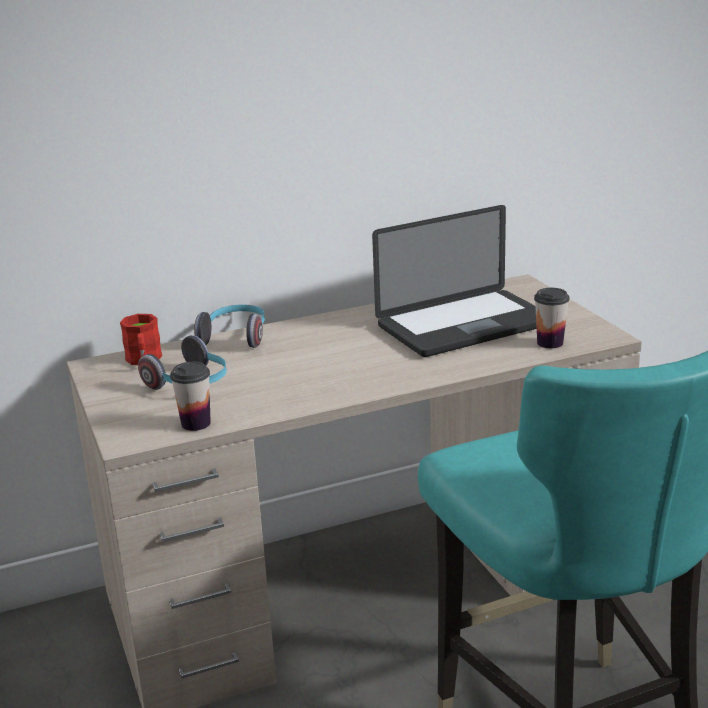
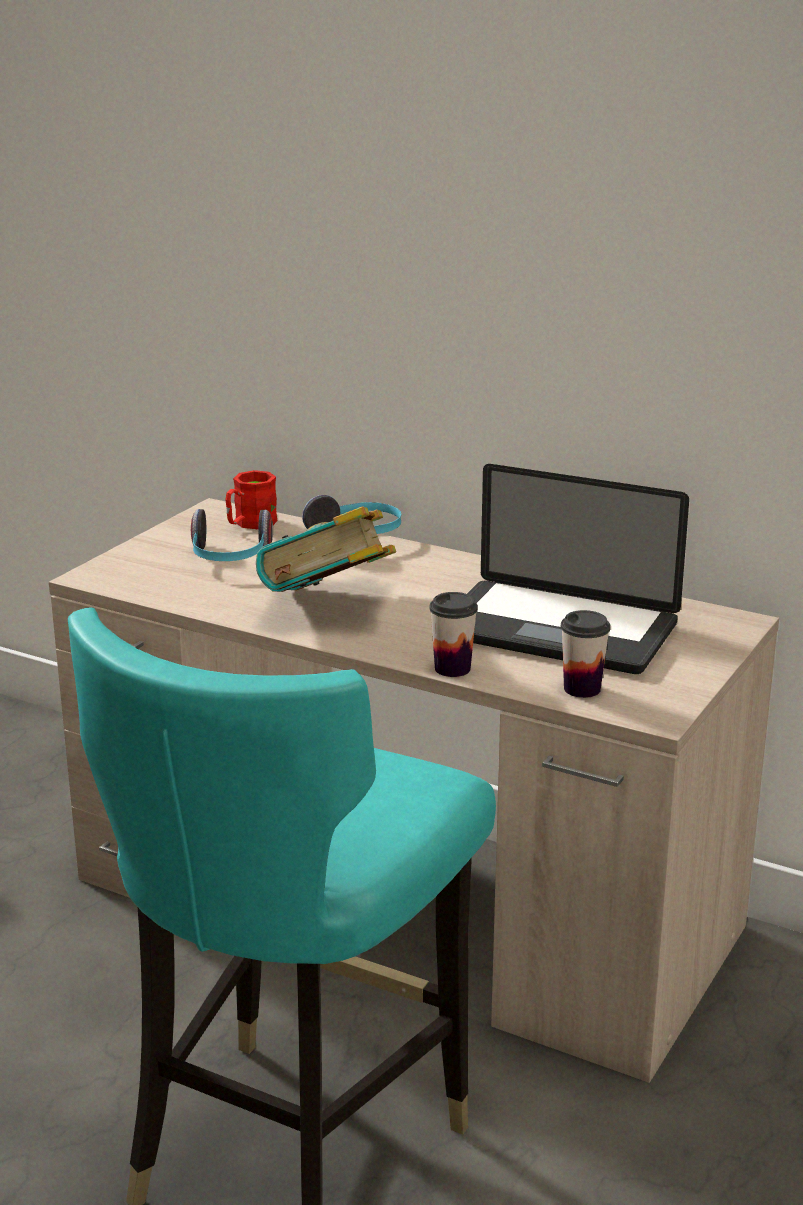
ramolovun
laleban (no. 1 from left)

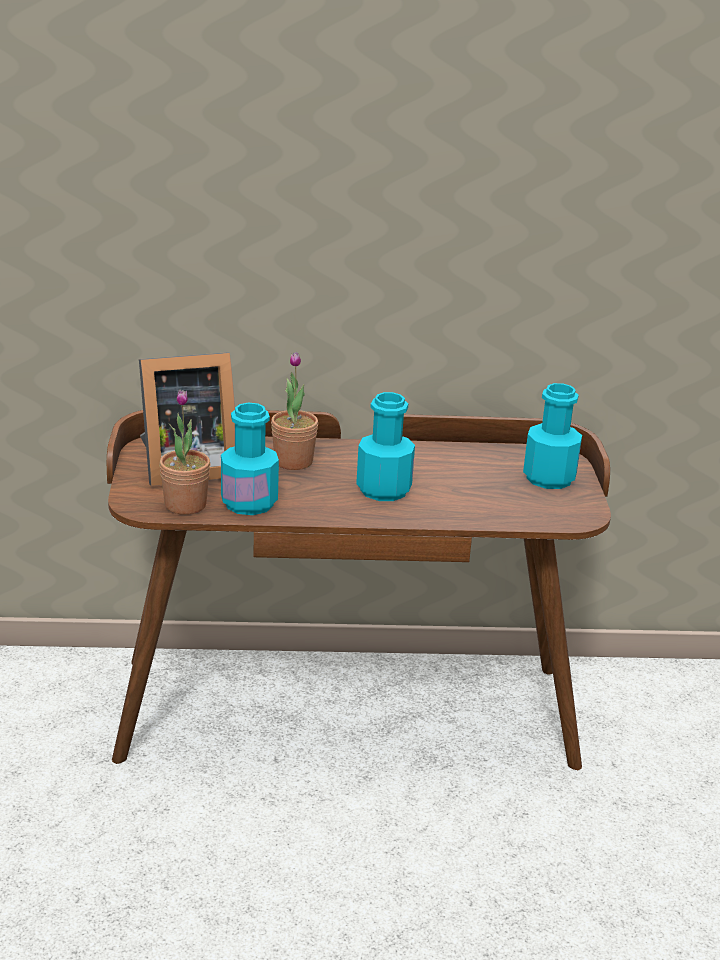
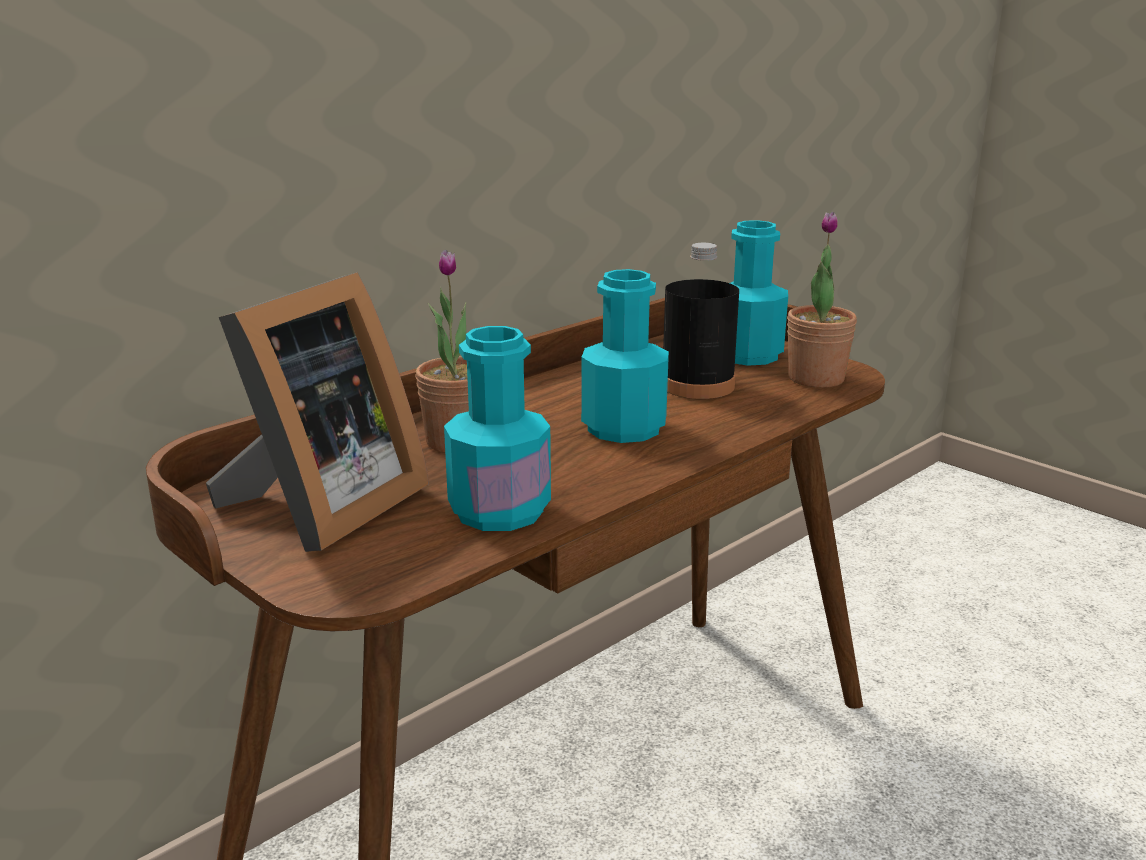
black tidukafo
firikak (no. 2 from left)

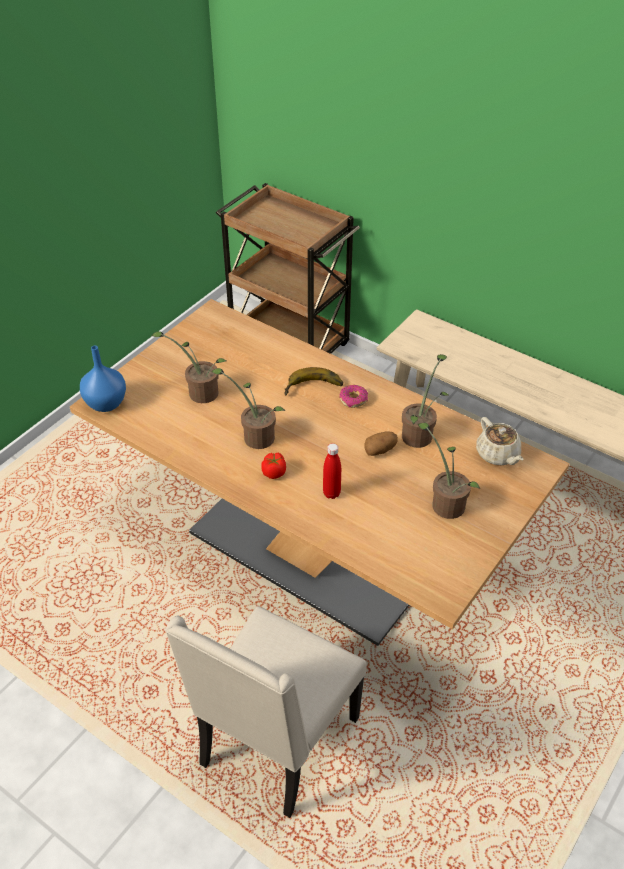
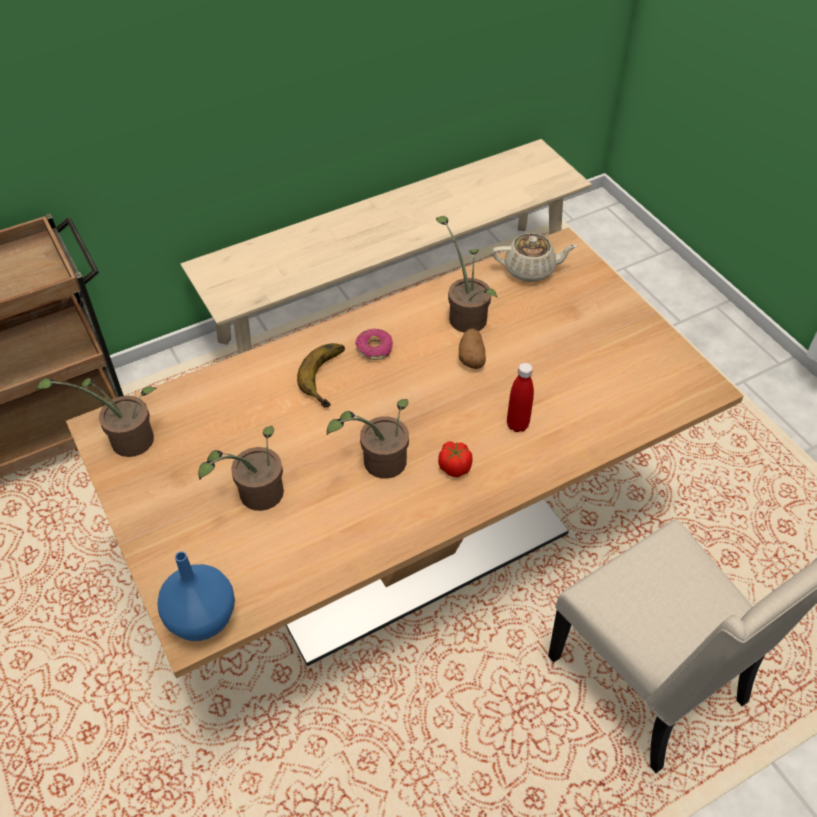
firikak (no. 1 from left)

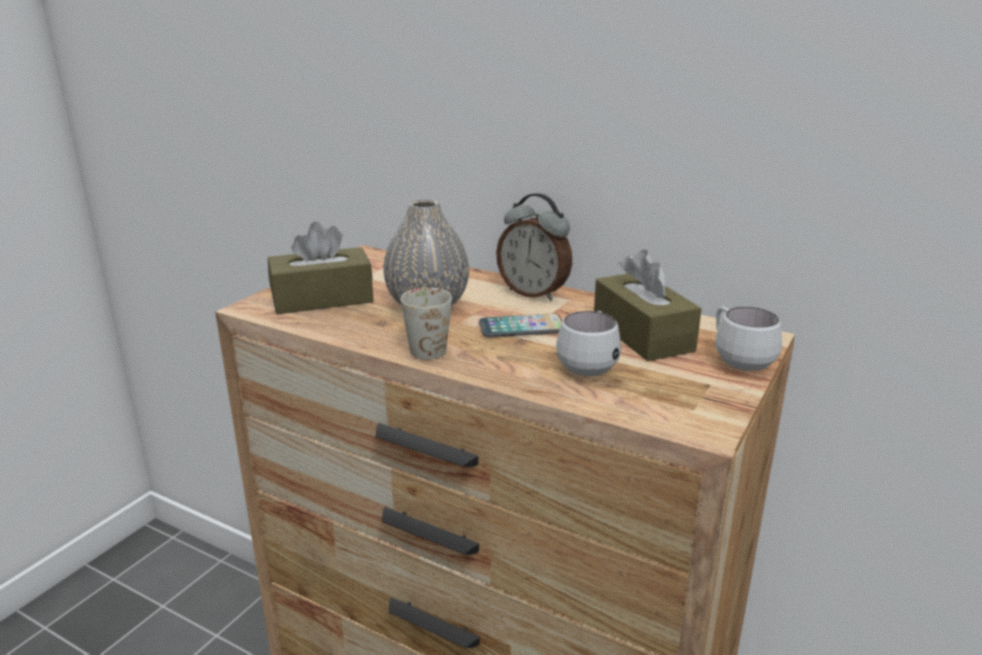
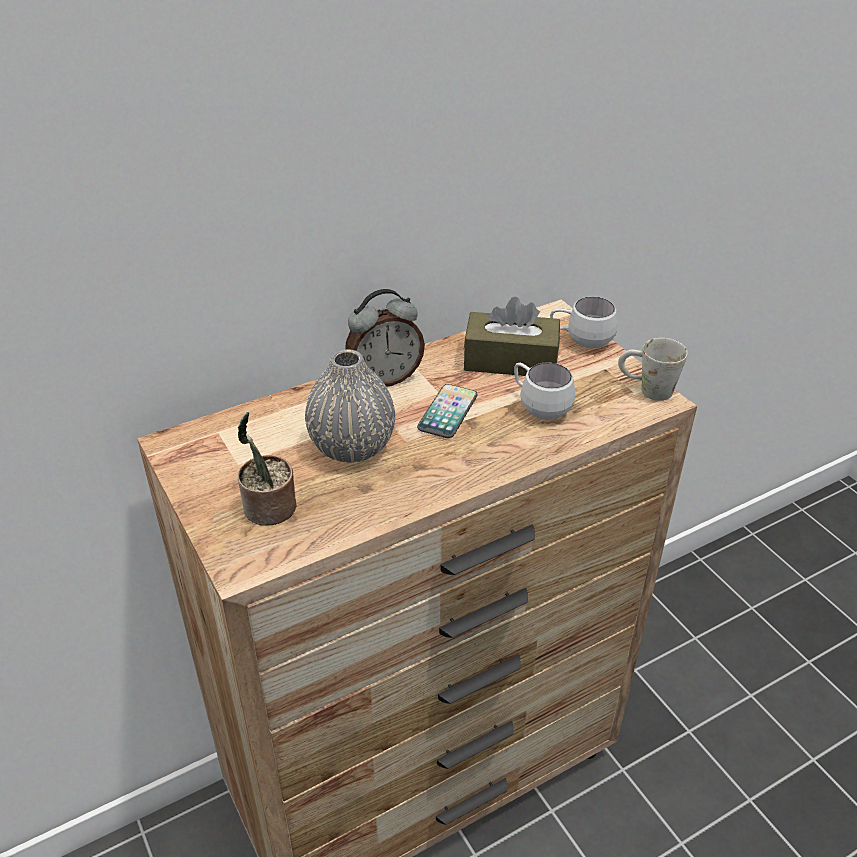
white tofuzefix (no. 3 from left)
firikak

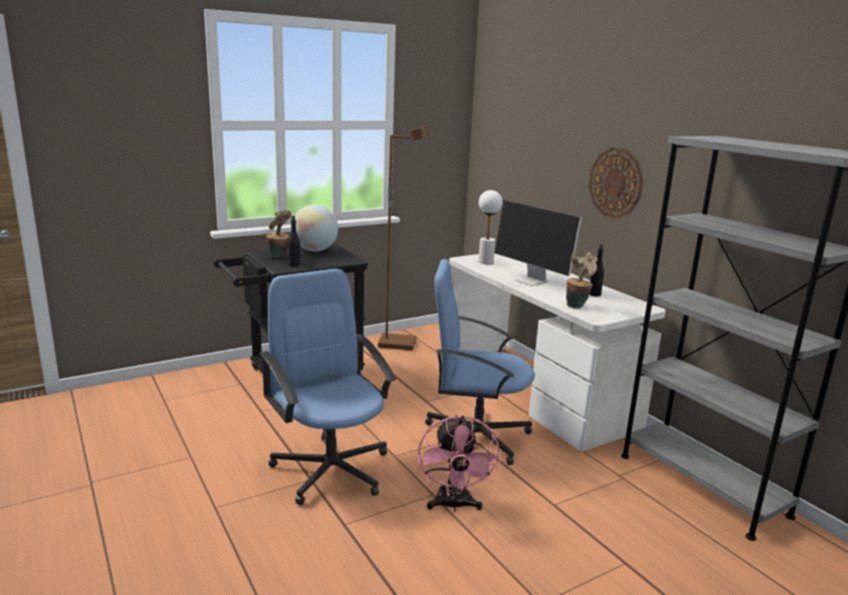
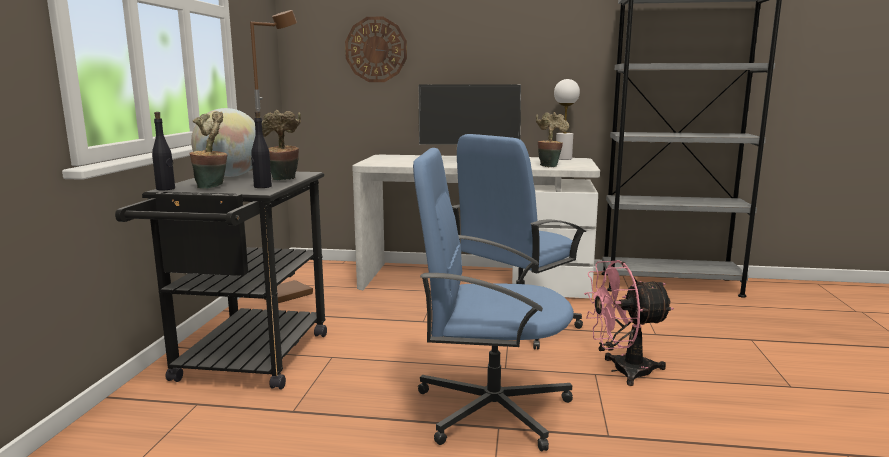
firikak (no. 2 from left)
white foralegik
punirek
black tidukafo (no. 1 from left)
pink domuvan

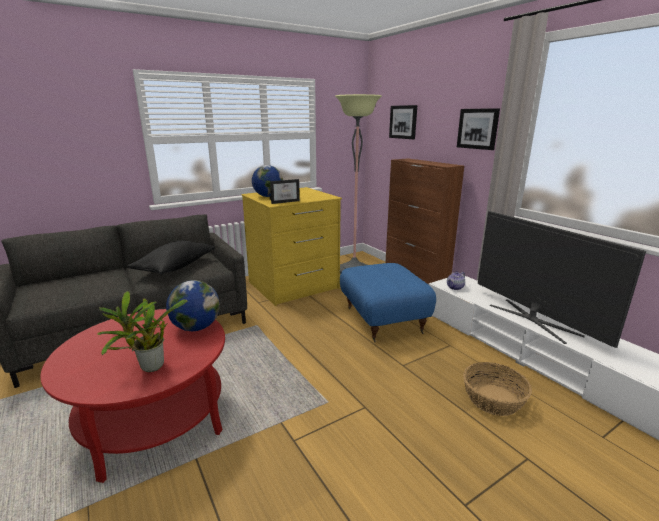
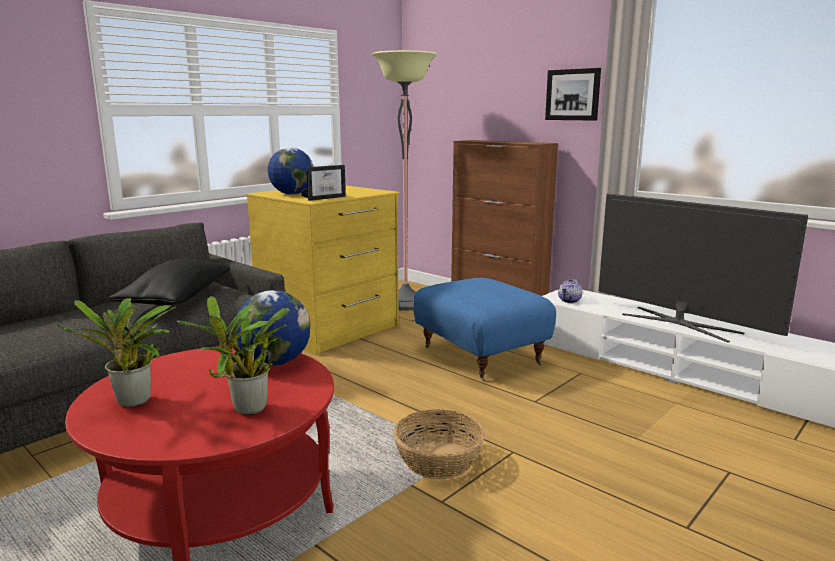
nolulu (no. 1 from left in the first image)
firikak (no. 1 from left)
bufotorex

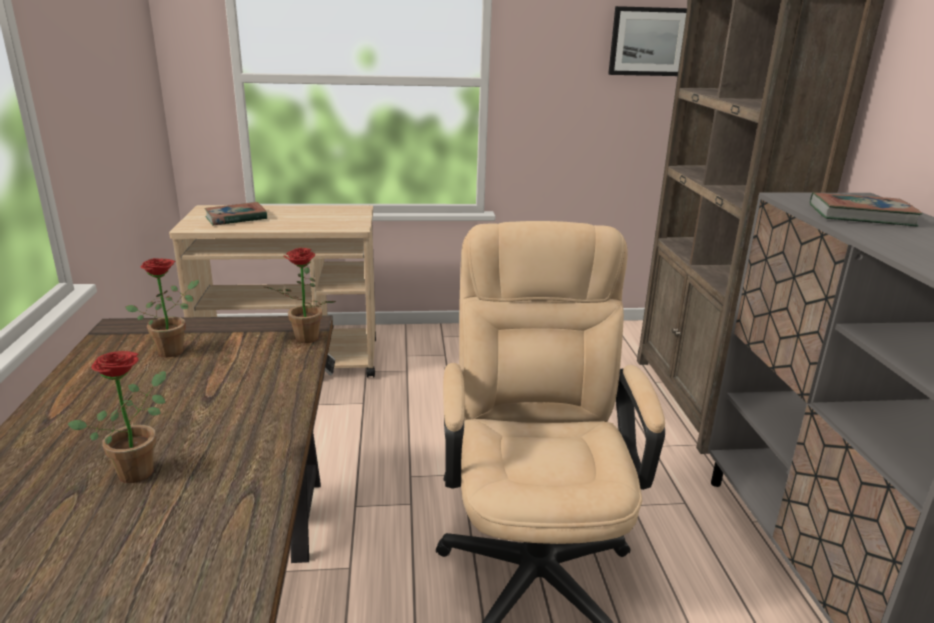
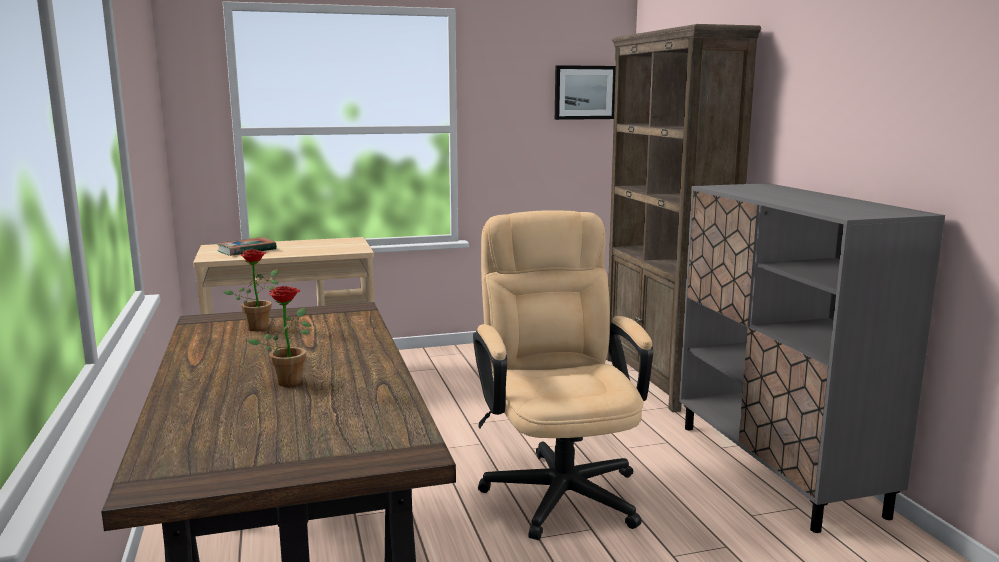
firikak (no. 3 from left in the first image)
ramolovun (no. 2 from left in the first image)

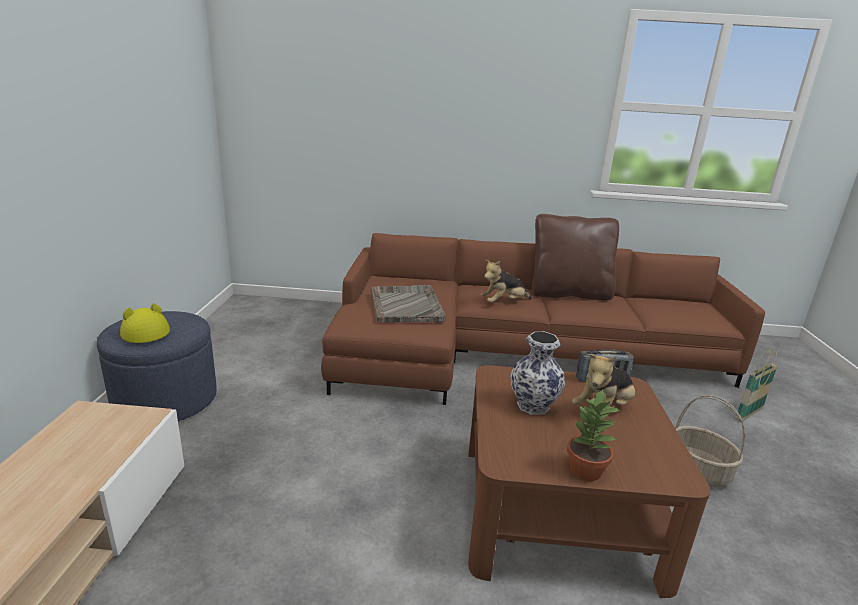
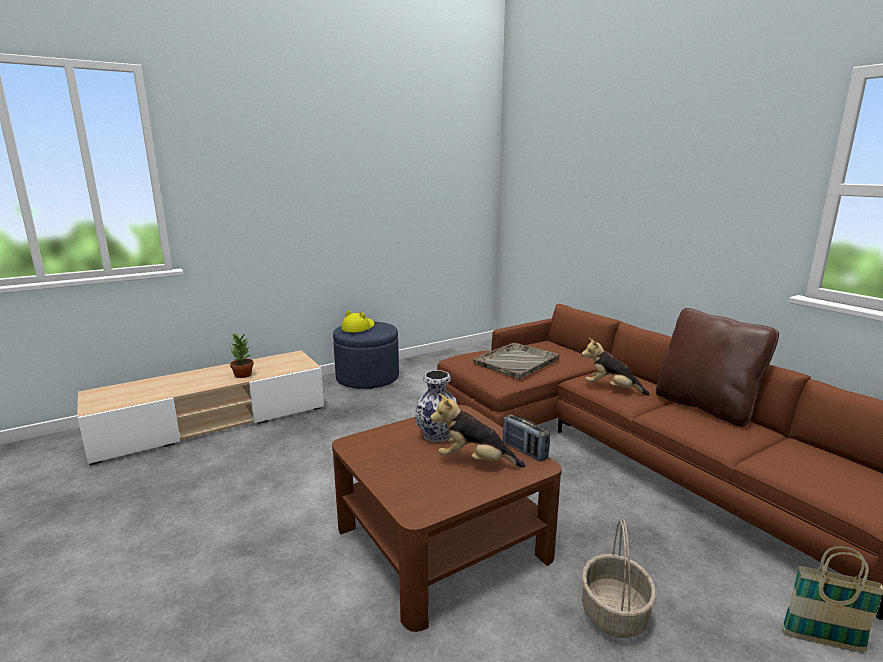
firikak

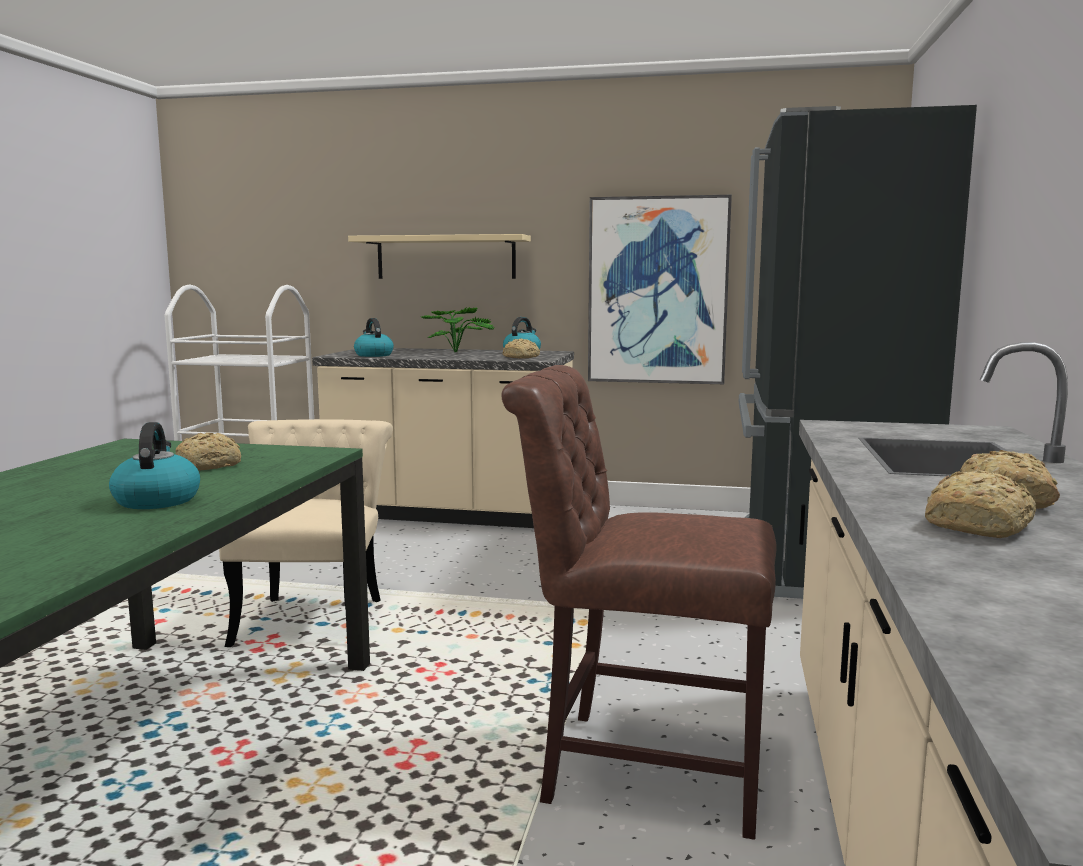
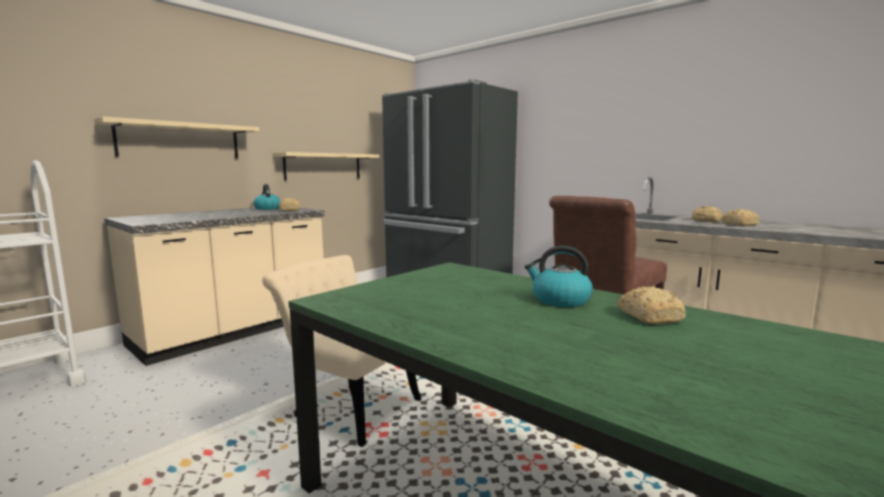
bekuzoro (no. 2 from left in the first image)
firikak
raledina (no. 2 from left)
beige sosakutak (no. 2 from left)

